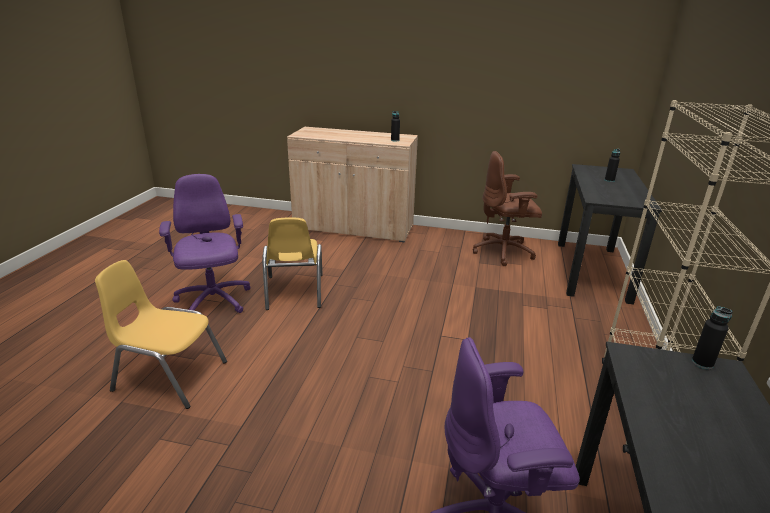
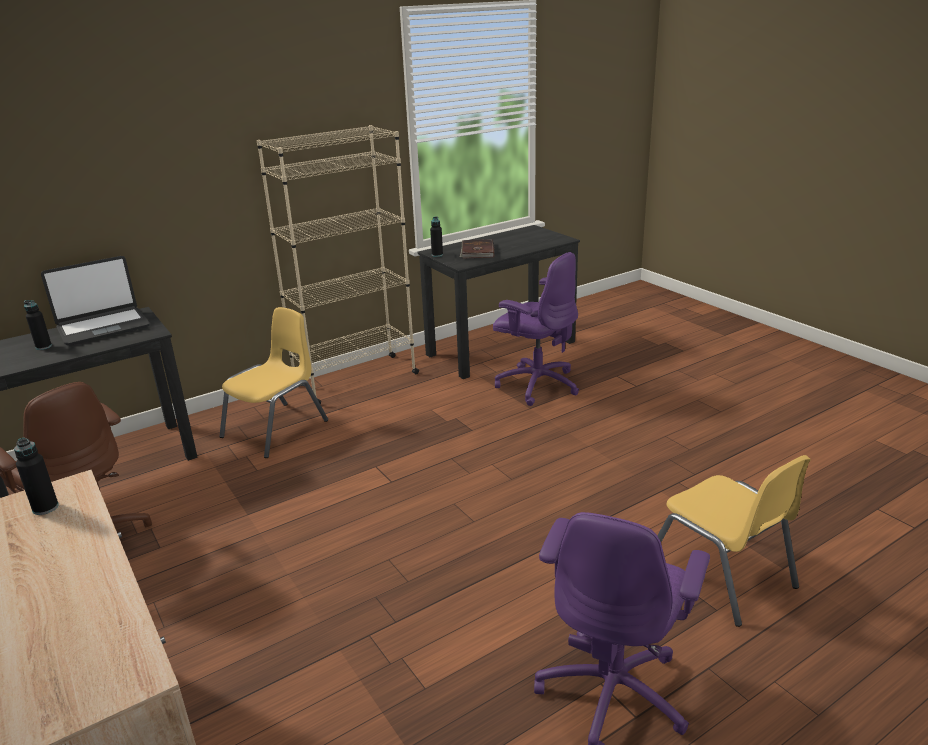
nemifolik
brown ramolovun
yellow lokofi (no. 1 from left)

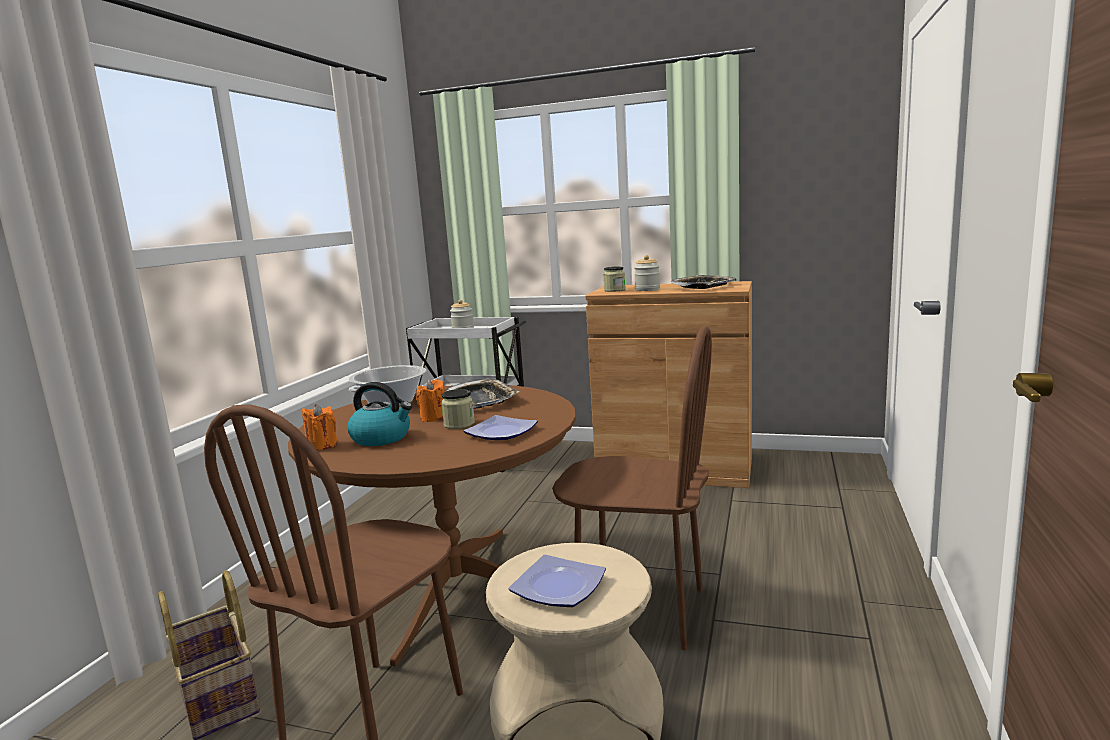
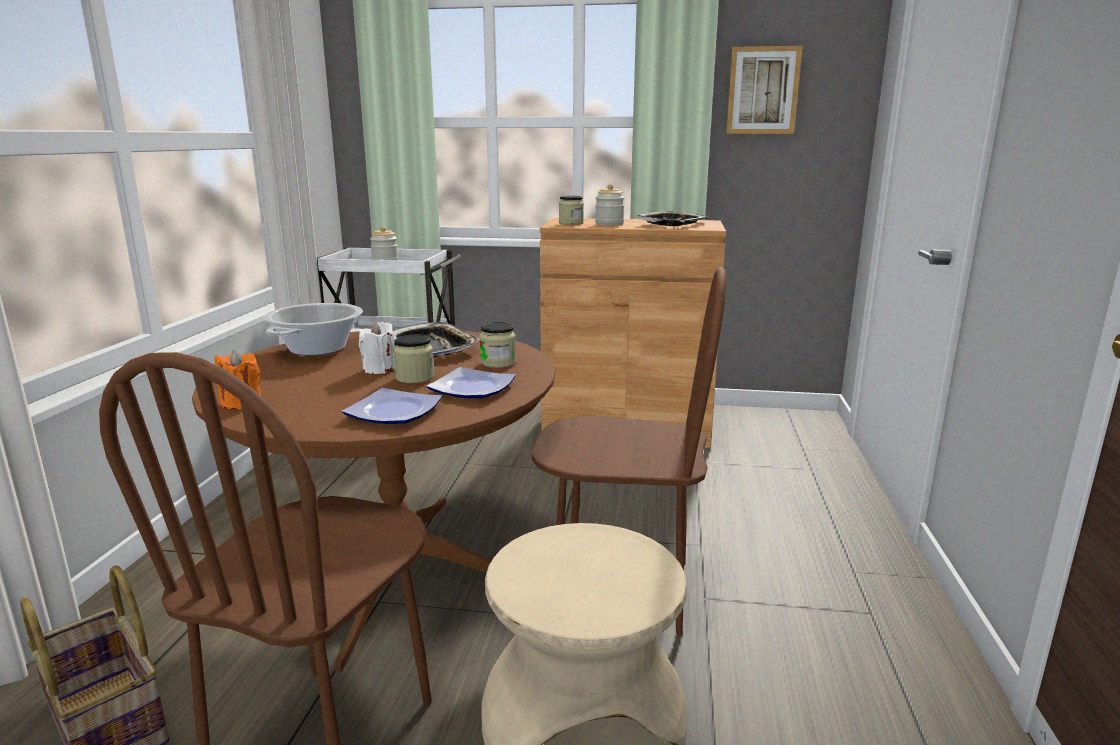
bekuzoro
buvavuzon (no. 3 from left)
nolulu
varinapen (no. 1 from left)
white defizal

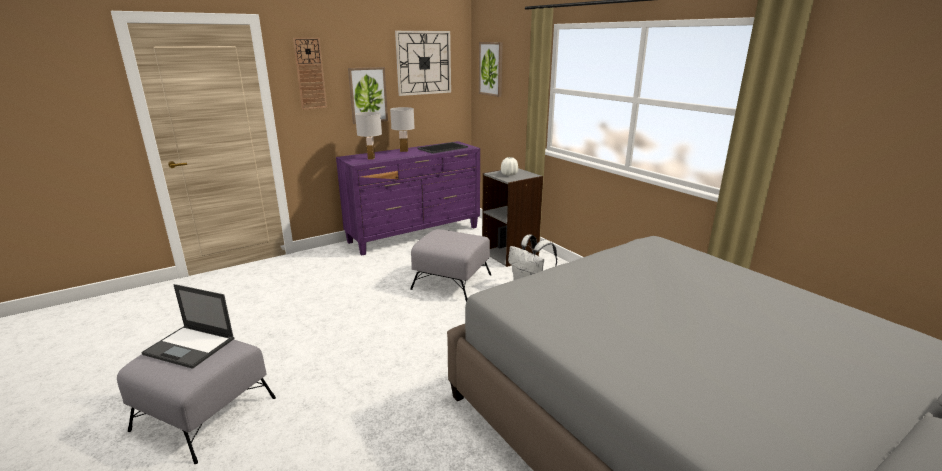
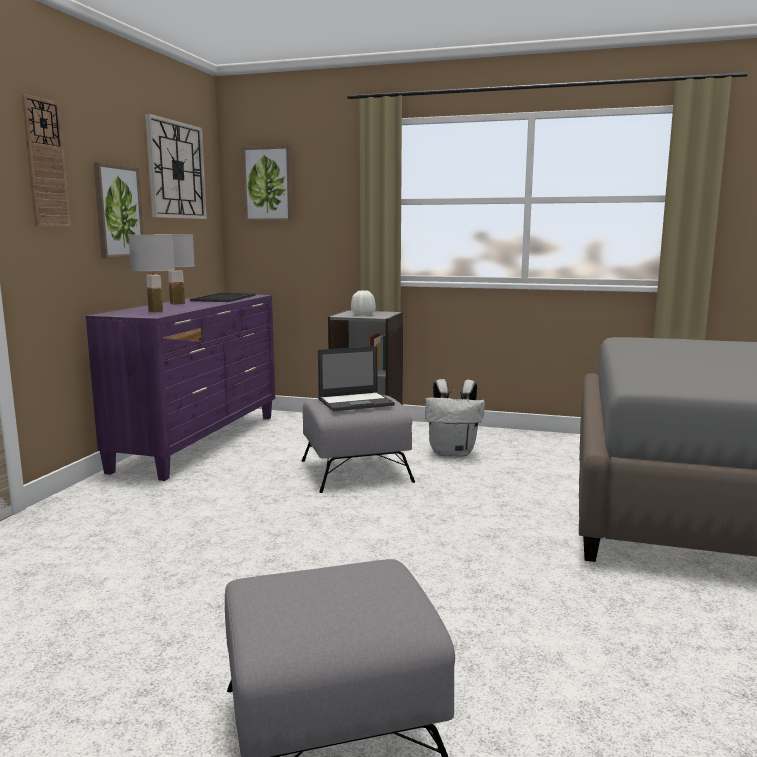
nemifolik

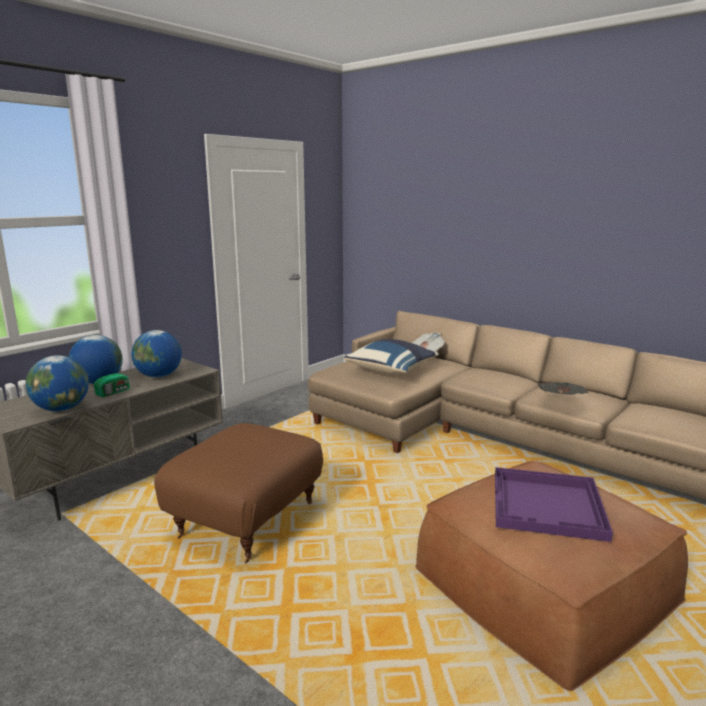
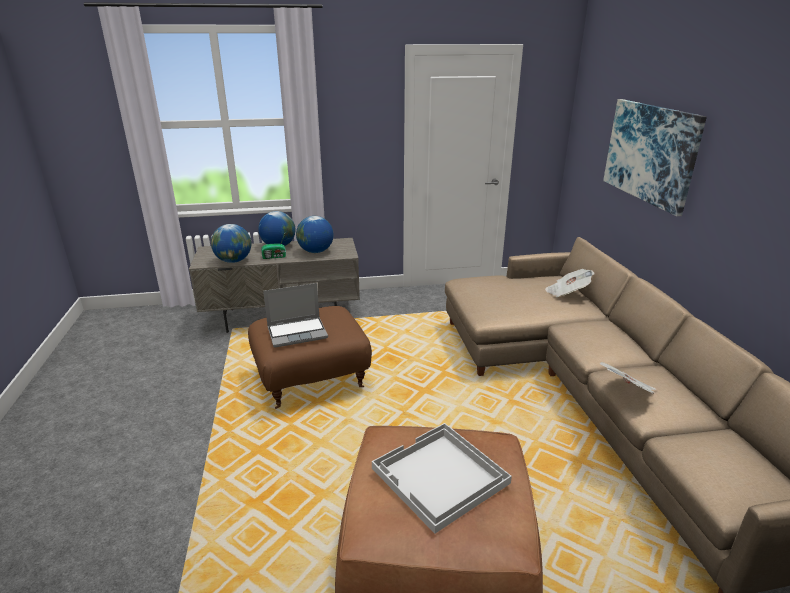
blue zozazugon
nemifolik
nolulu
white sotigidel

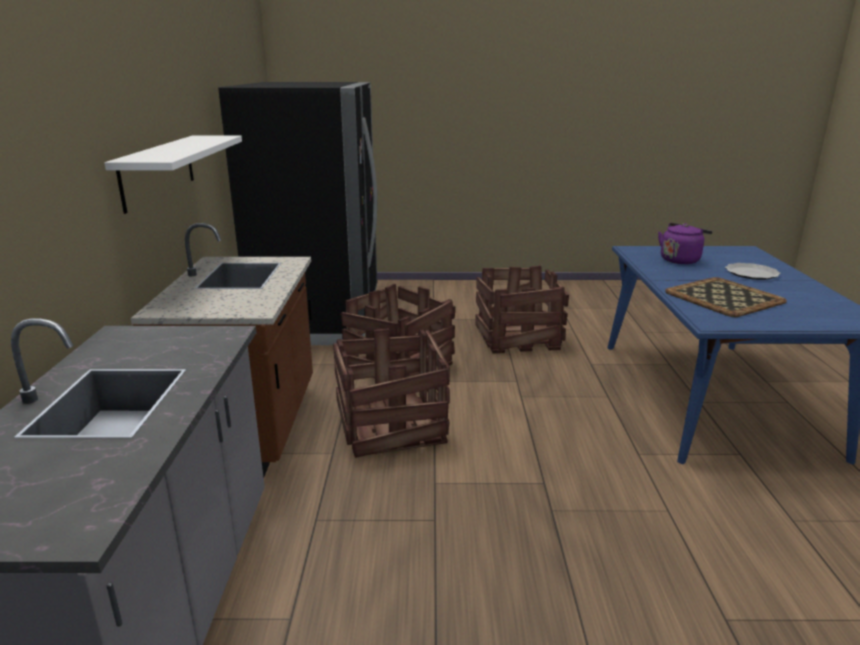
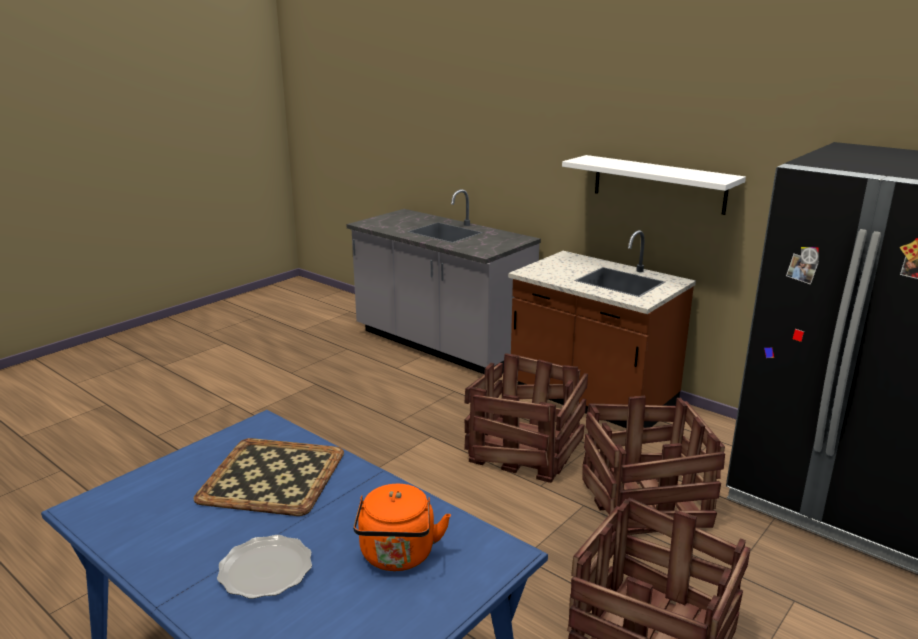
orange bekuzoro

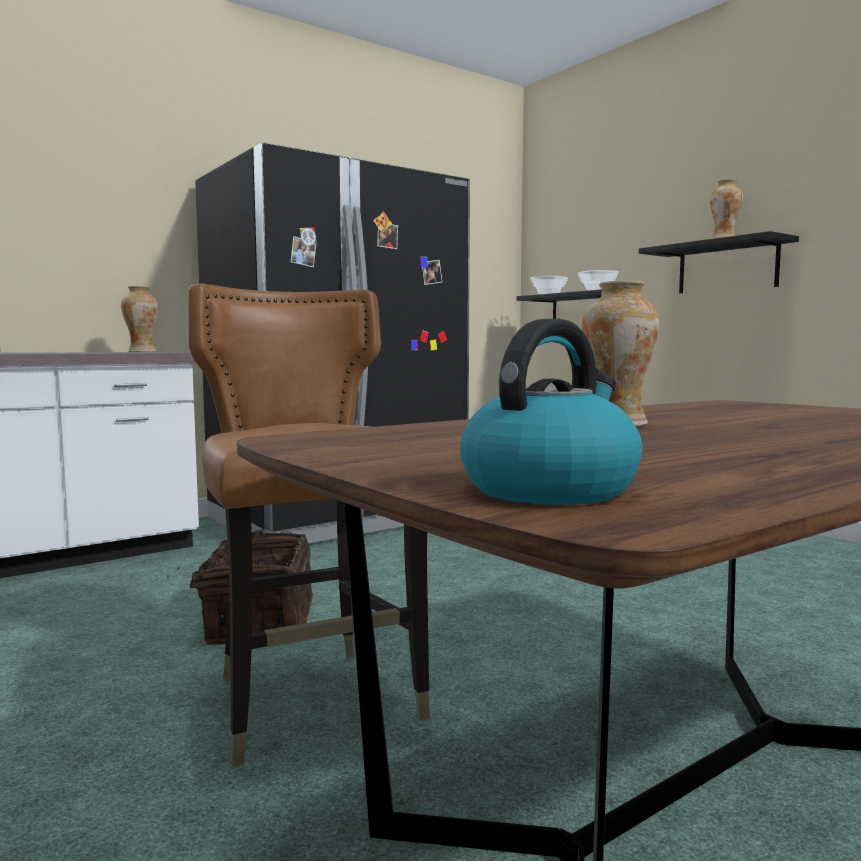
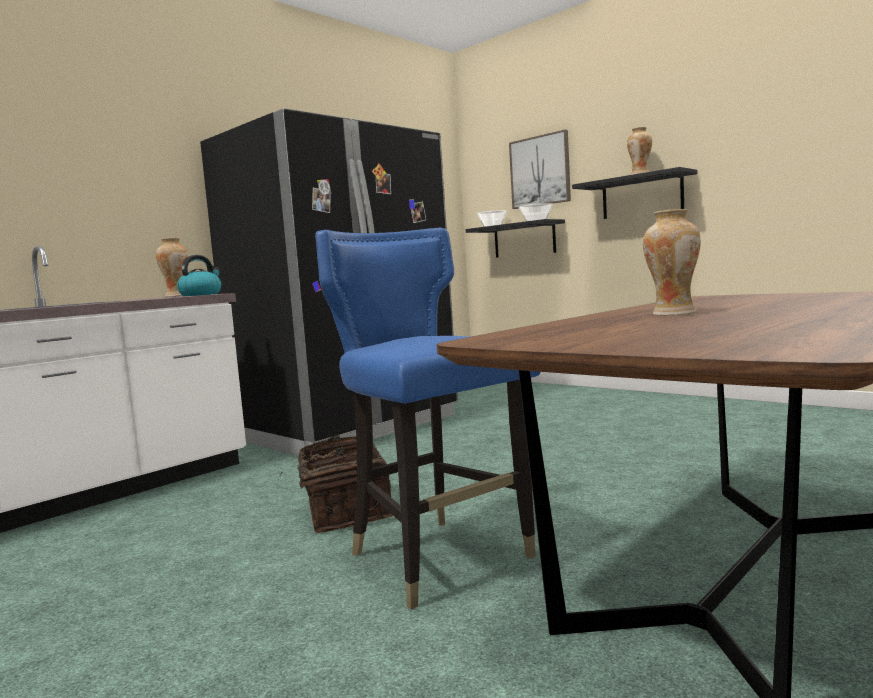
nolulu
bekuzoro
blue lokofi

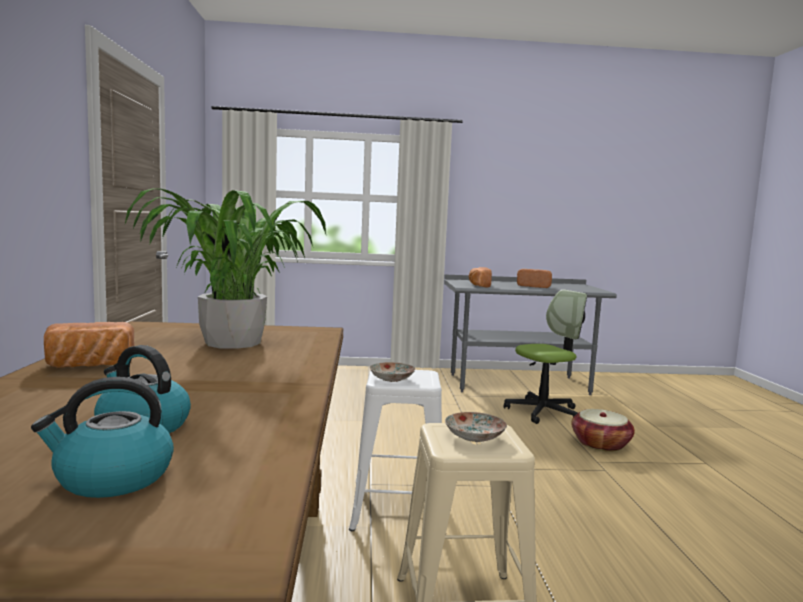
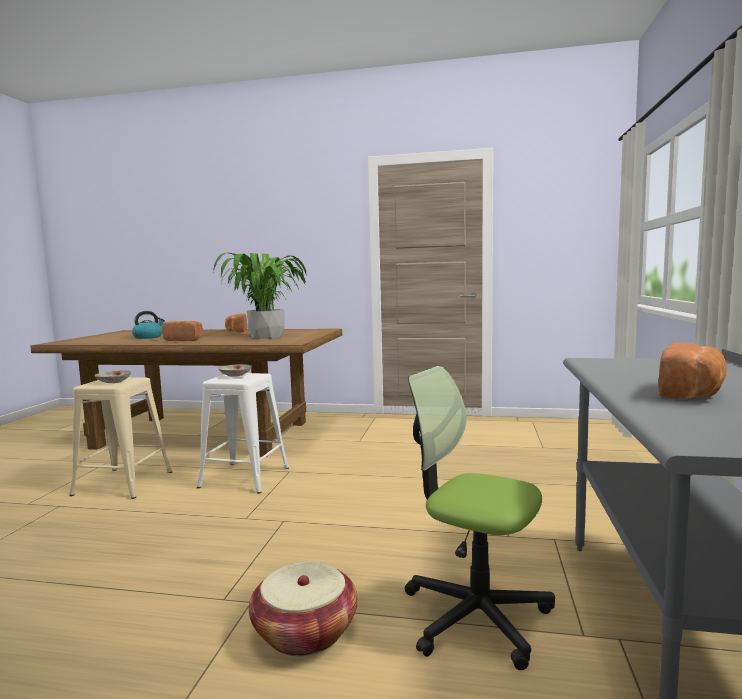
bekuzoro (no. 1 from left in the first image)
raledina (no. 1 from left)
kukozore

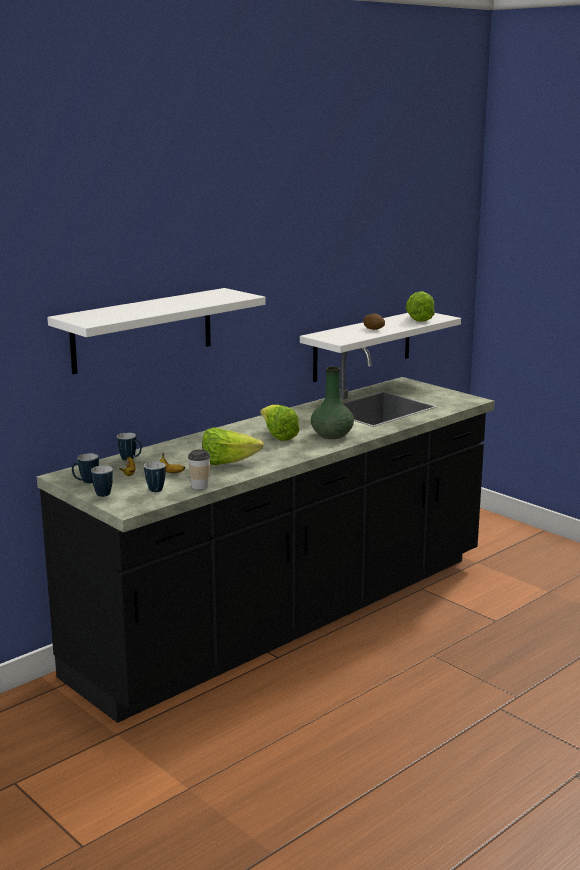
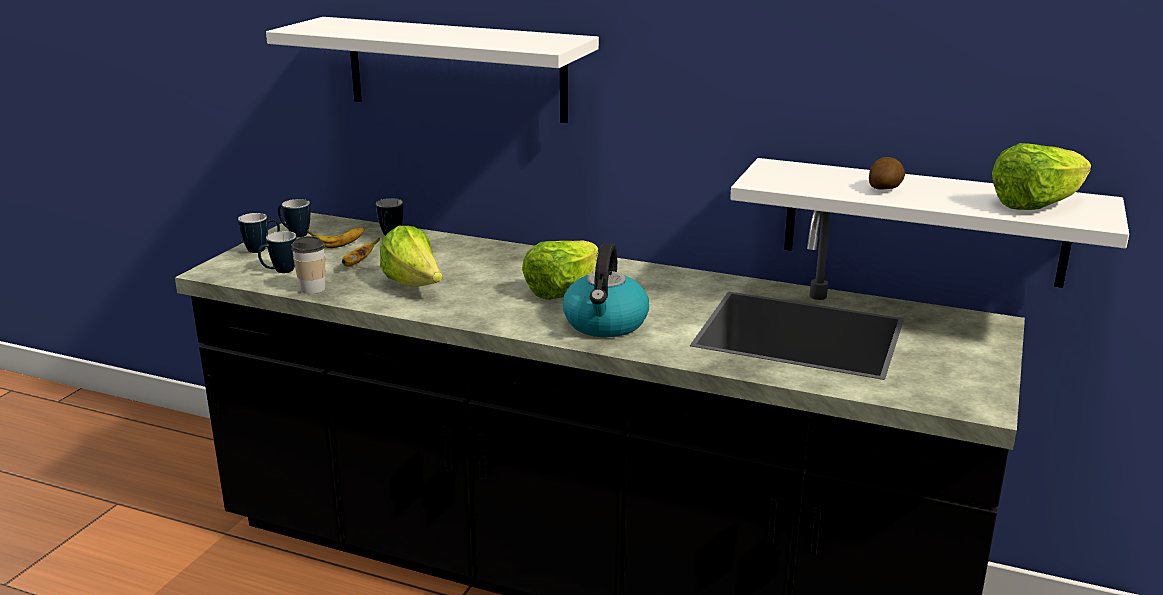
bekuzoro

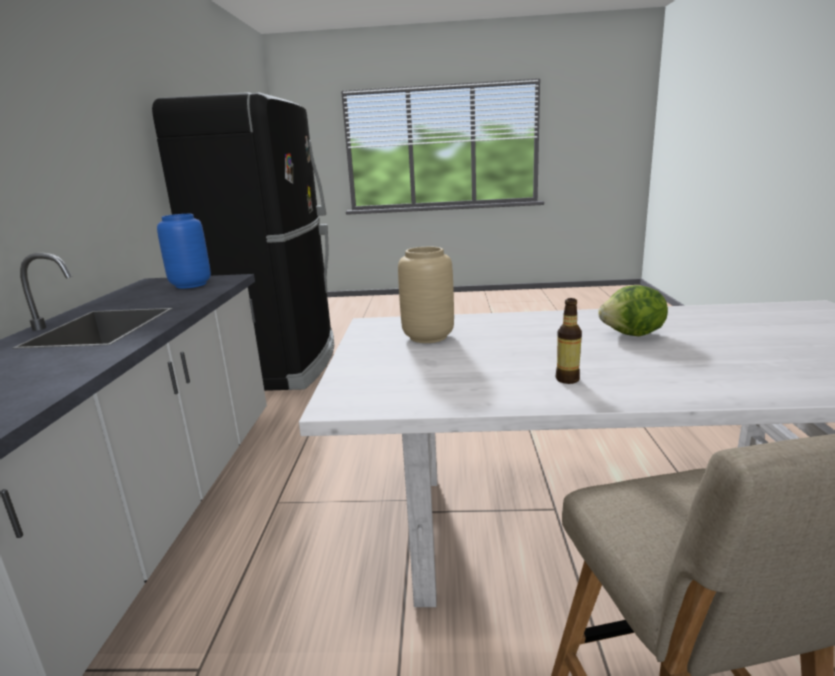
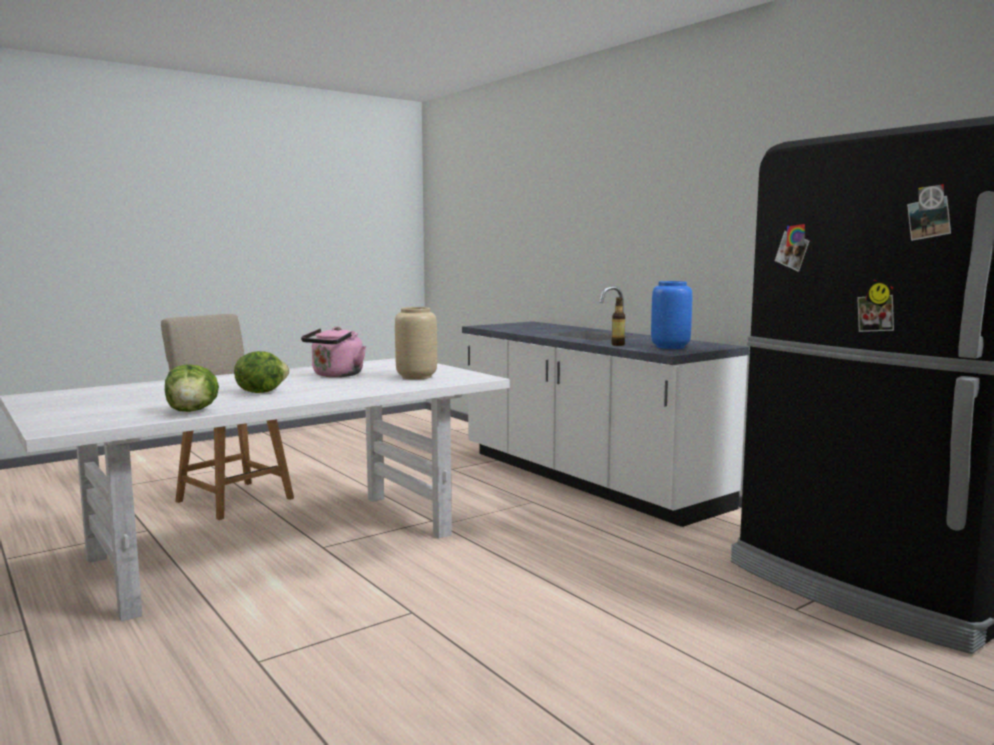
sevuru (no. 1 from left)
pink bekuzoro
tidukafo

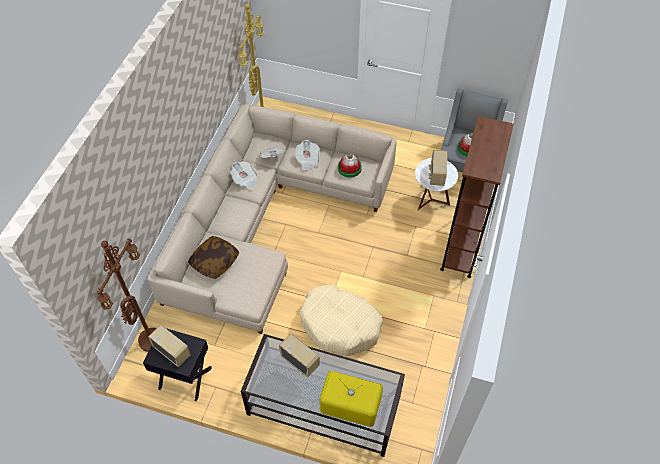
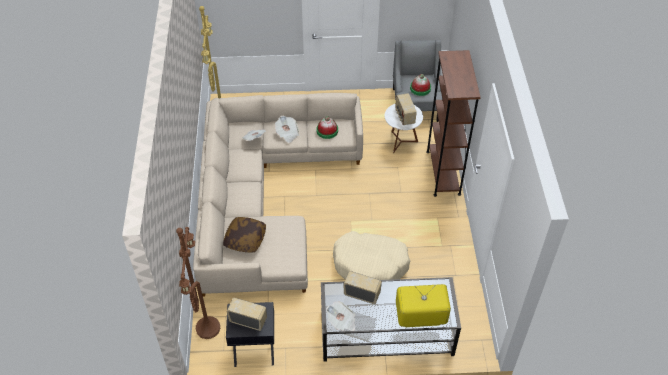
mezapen (no. 3 from left)

